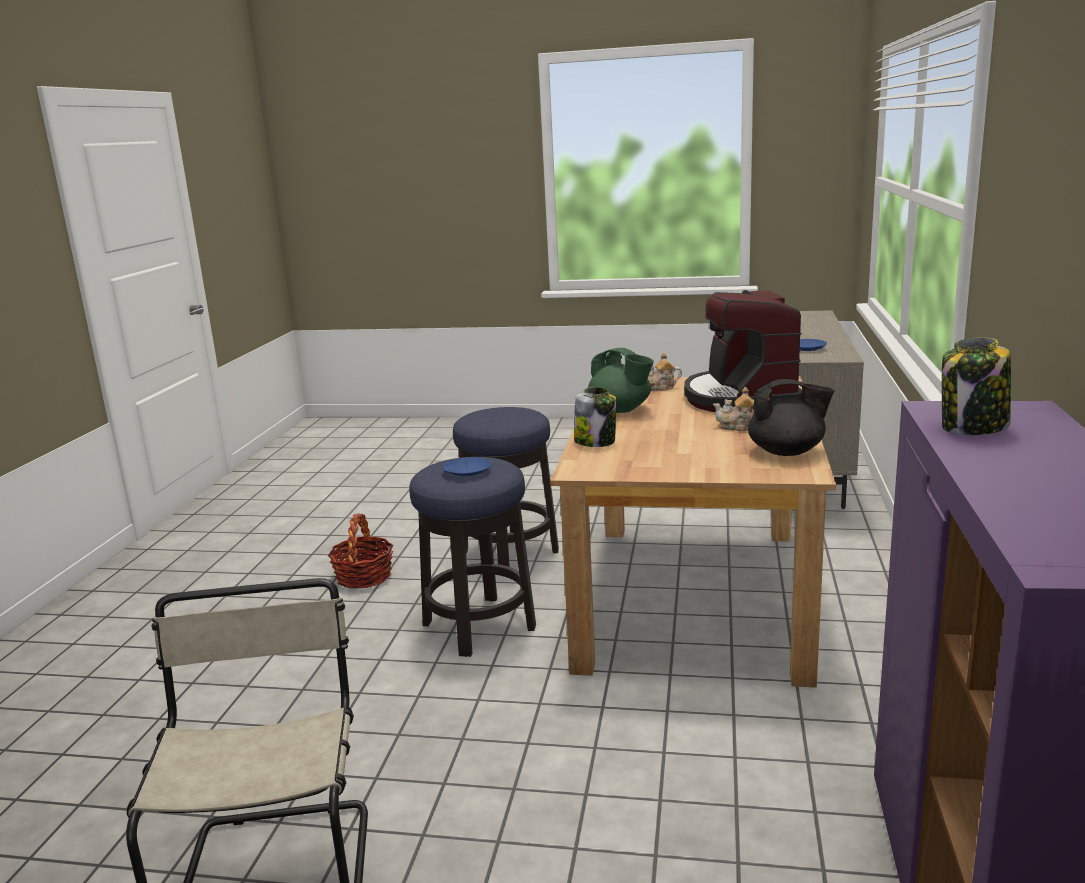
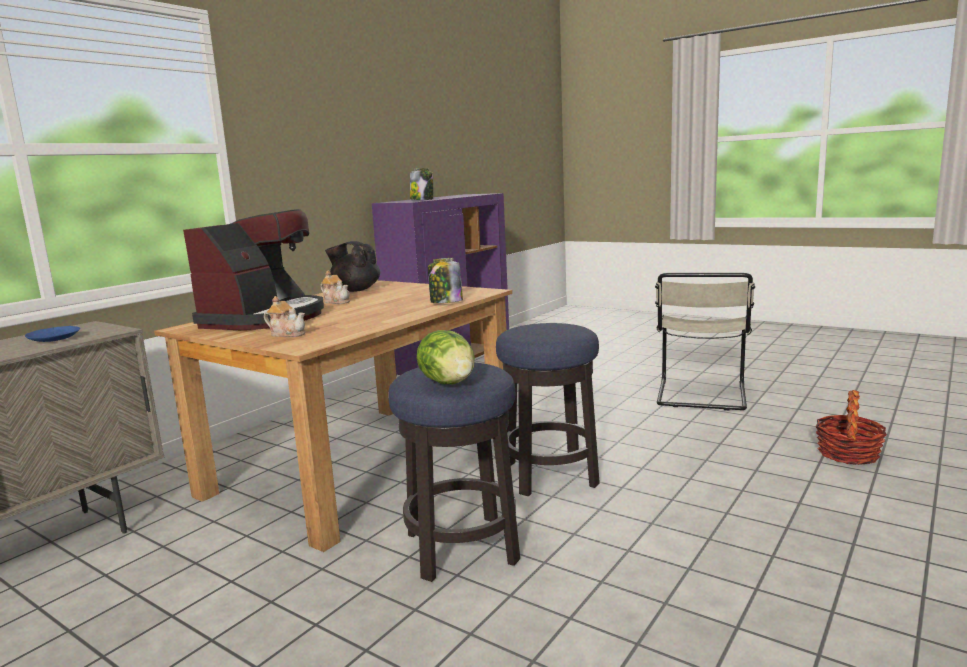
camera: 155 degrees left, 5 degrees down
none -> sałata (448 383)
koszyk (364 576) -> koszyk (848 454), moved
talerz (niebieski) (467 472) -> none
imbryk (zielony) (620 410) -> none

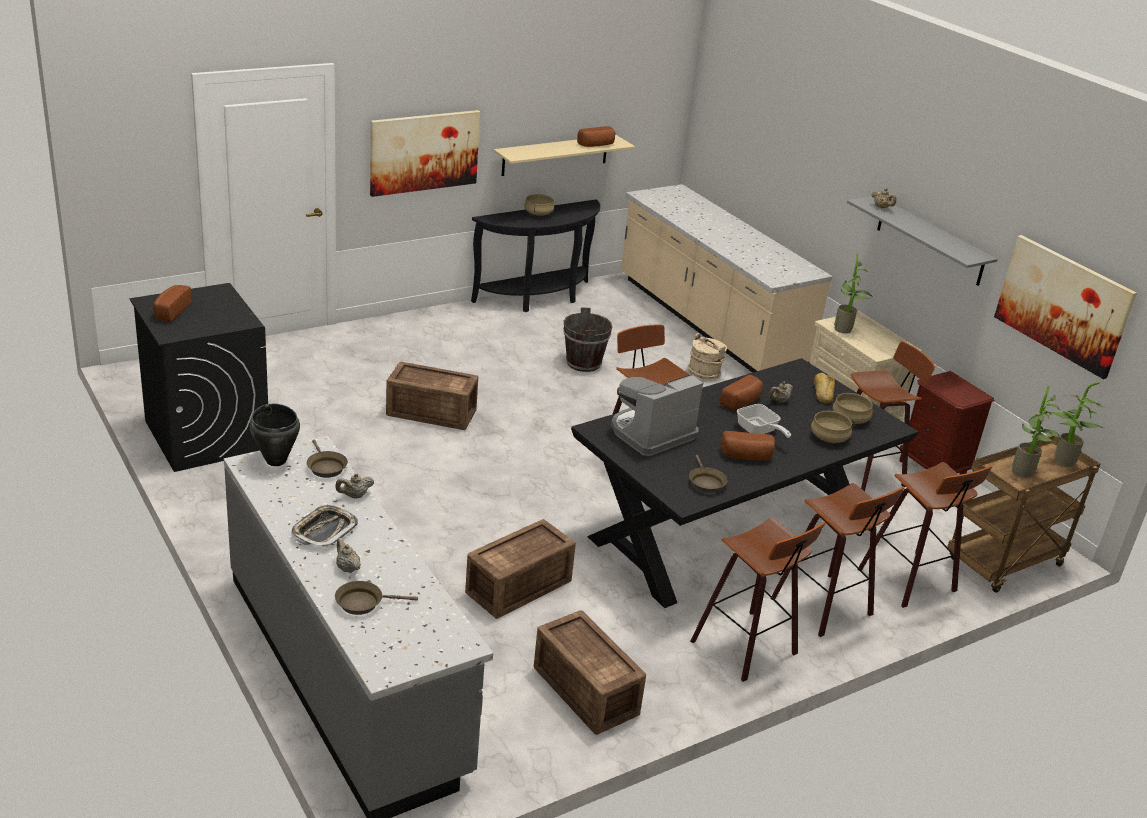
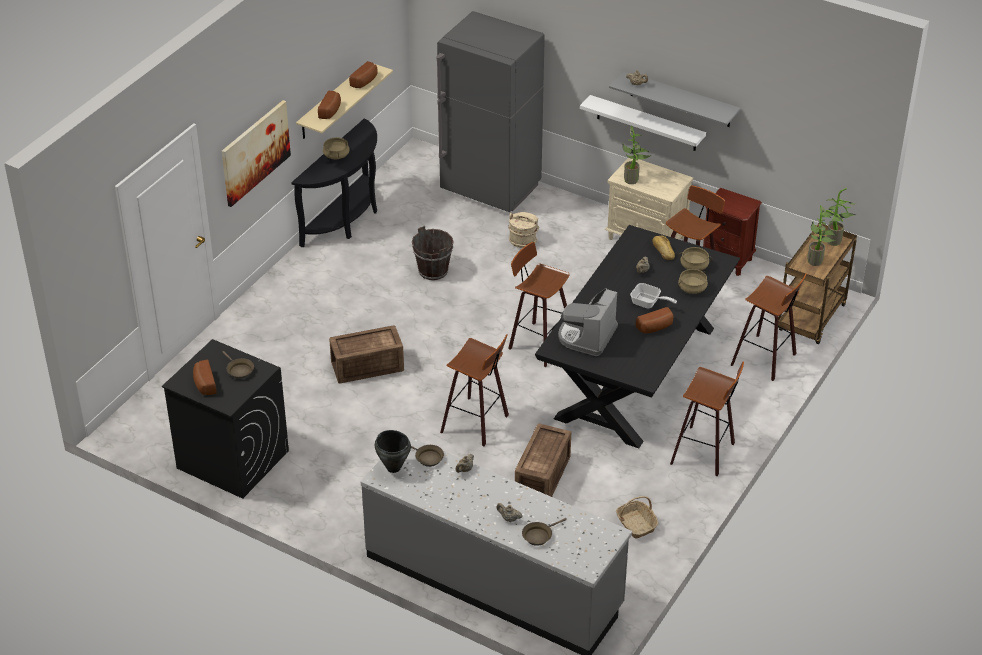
camera: 25 degrees left, 10 degrees up
patelnia (brązowy) (705 482) -> patelnia (brązowy) (239 370), moved
chleb (742 402) -> chleb (331 111), moved
zabudowa kuchenna (beżowy) (708 324) -> lodówka (szary) (490 190)
stołek (826 607) -> stołek (477 423), moved
none -> półka (biały) (646 123)
skrzynka (586 689) -> koszyk (636 524)
taca (324 530) -> none
obraz (1063 305) -> none

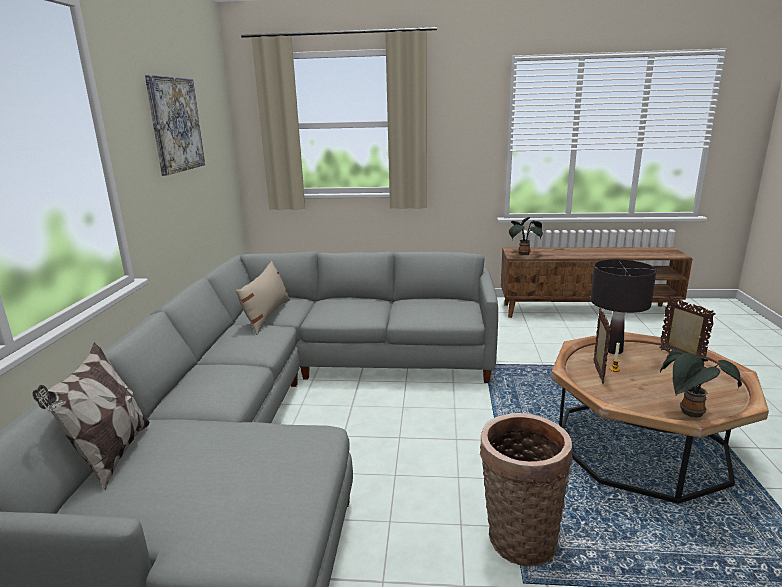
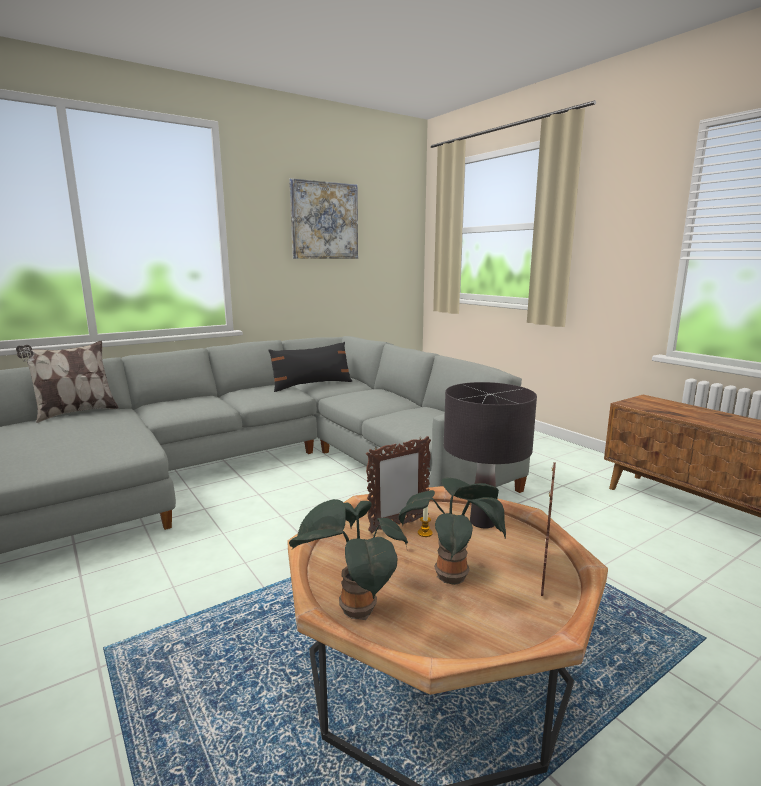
camera: 50 degrees right, 5 degrees down
poduszka (beżowy) (267 316) -> poduszka (czarny) (311 385)
roślina doniczkowa (523 253) -> roślina doniczkowa (453 575), moved
koszyk (518 537) -> none

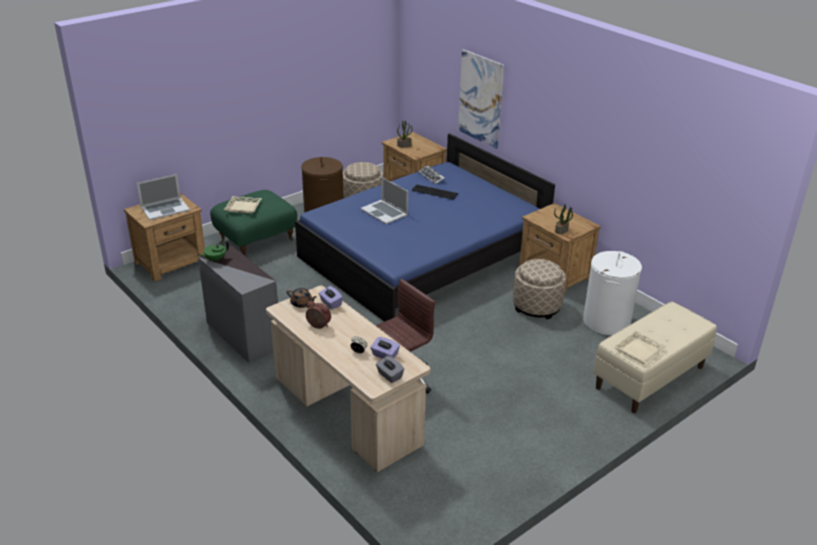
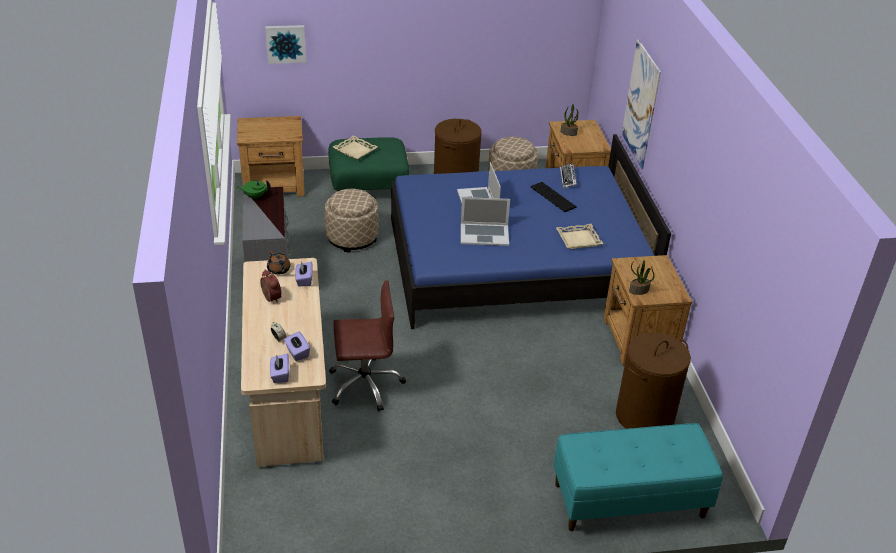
camera: 30 degrees right, 5 degrees up
none -> obraz (285 43)
pudełko chusteczek (szary) (389 375) -> pudełko chusteczek (fioletowy) (280 375)
pufa (beżowy) (537 306) -> pufa (beżowy) (352 238), moved
laptop (165 209) -> laptop (484 234), moved
ławka (beżowy) (650 378) -> ławka (turkusowy) (628 501)
taca (beżowy) (639 350) -> taca (beżowy) (578 239), moved
kosz na pranie (biały) (606 322) -> kosz na pranie (brązowy) (644 416)

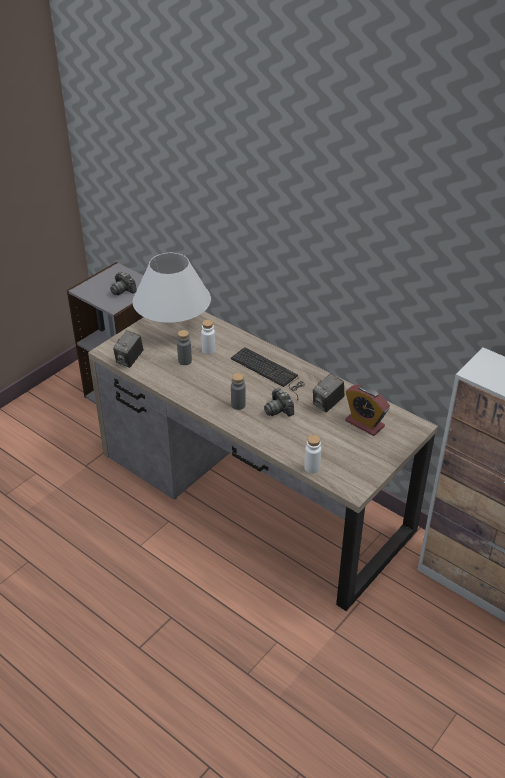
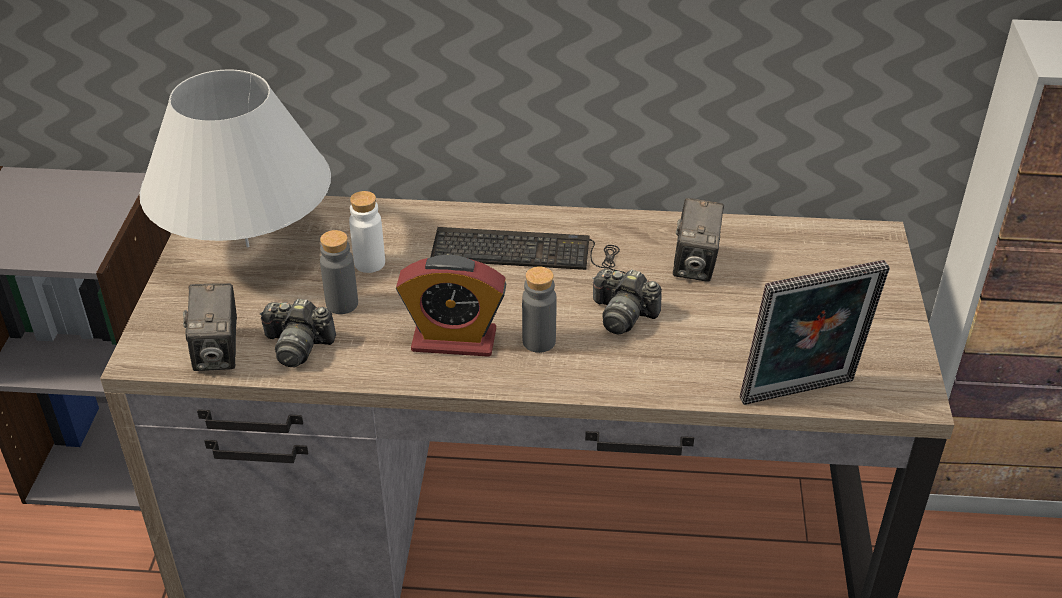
camera: 35 degrees left, 0 degrees up
aparat fotograficzny (123 290) -> aparat fotograficzny (298 346), moved
budzik (364 423) -> budzik (454 340), moved
butelka (biały) (312 468) -> ramka na zdjęcie (800 394)

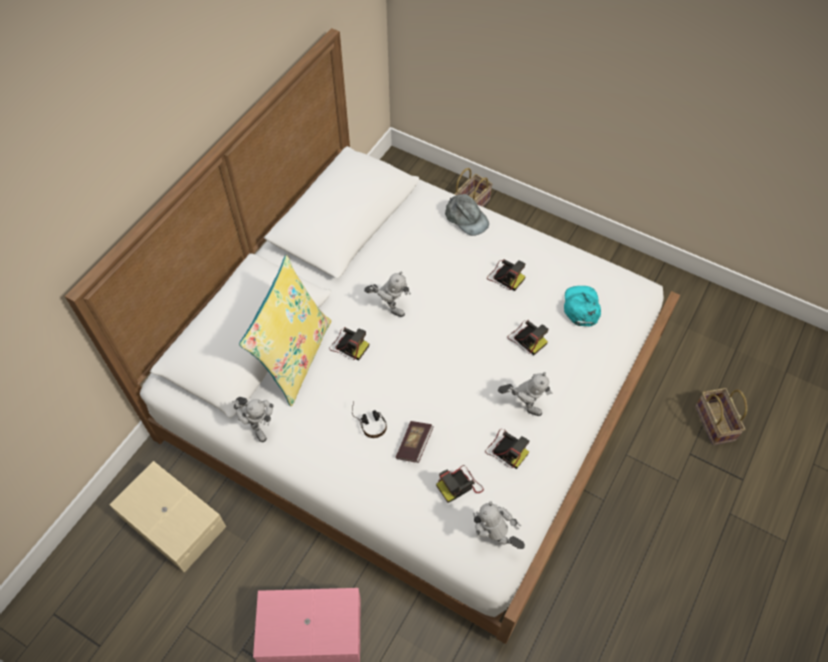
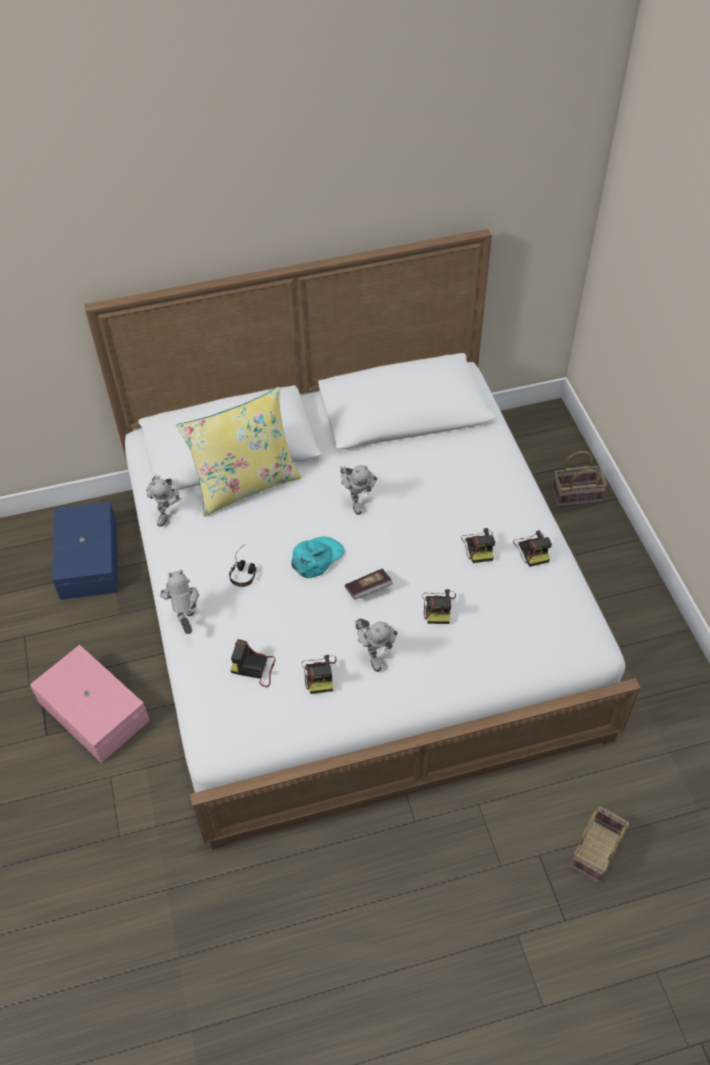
camera: 45 degrees right, 5 degrees down
pojemnik do przechowywania (beżowy) (173 520) -> pojemnik do przechowywania (niebieski) (90 559)
robot zabawkowy (494 538) -> robot zabawkowy (186 620), moved
czapka z daszkiem (turkusowy) (581 307) -> czapka z daszkiem (turkusowy) (317 558), moved
książka (414 445) -> książka (368 589), moved
aparat fotograficzny (349 345) -> aparat fotograficzny (532 549), moved
czapka z daszkiem (szary) (466 218) -> none

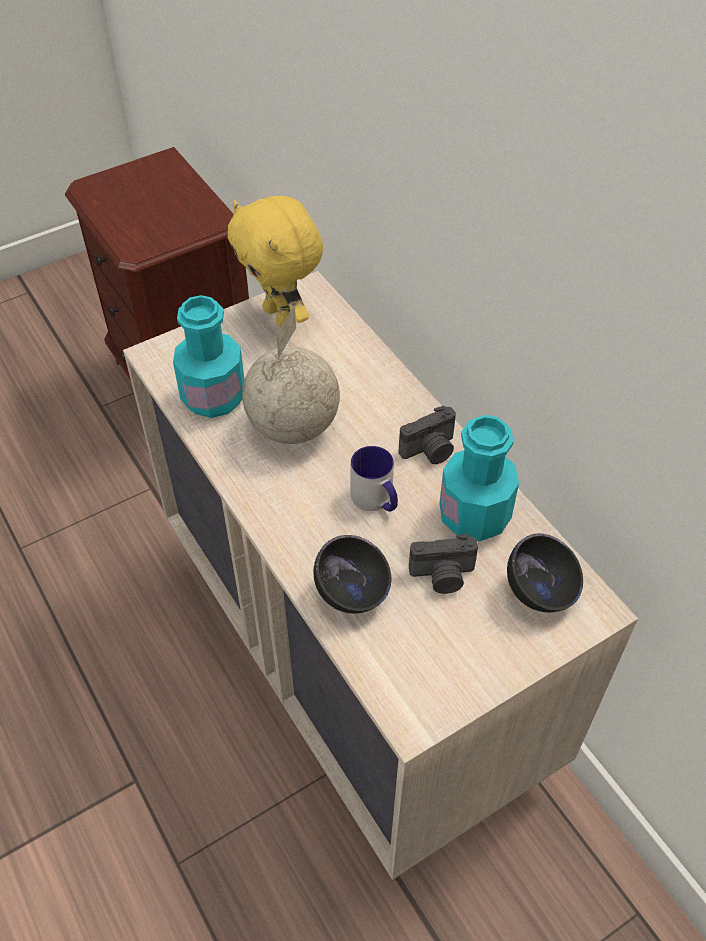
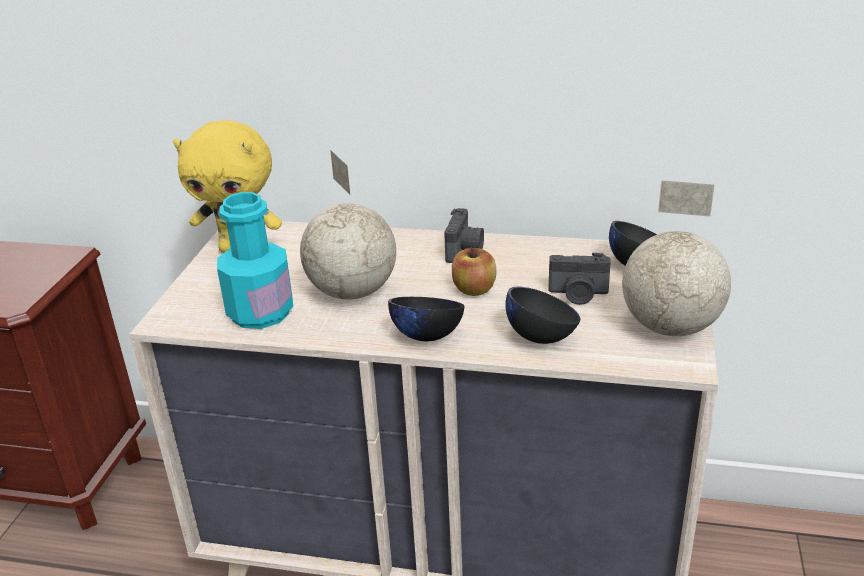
camera: 45 degrees left, 20 degrees down
none -> miska (czarny) (427 335)
kubek (376 500) -> jabłko (474 289)
aparat fotograficzny (443 576) -> aparat fotograficzny (578 294), 60 degrees clockwise
none -> globus (671 328)
butelka (turkusowy) (474 516) -> none

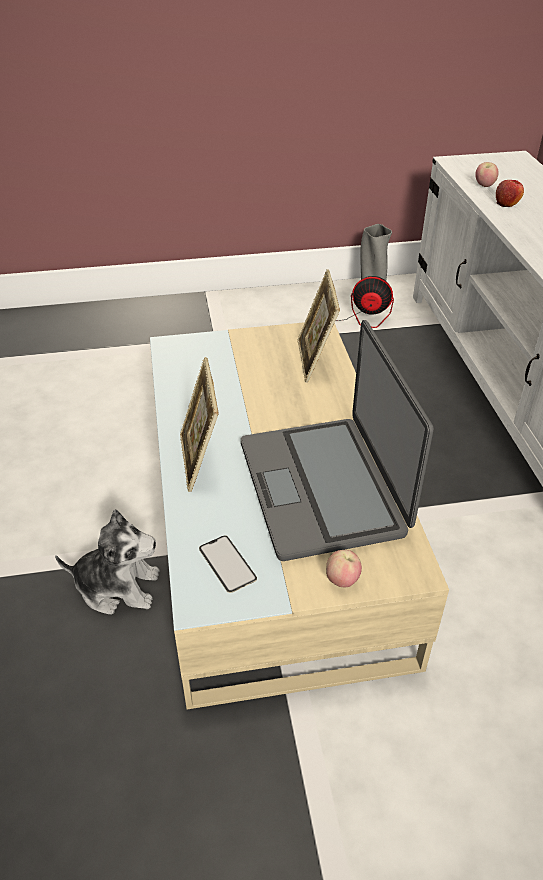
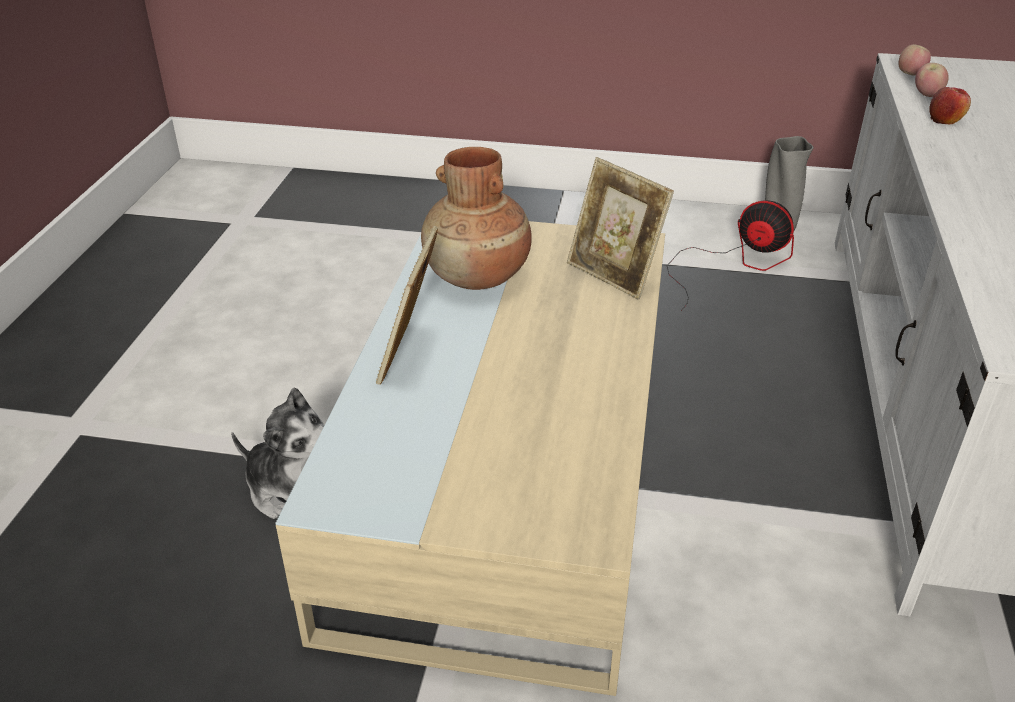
camera: 20 degrees right, 5 degrees down
none -> wazon (brązowy) (477 277)
ramka na zdjęcie (315 360) -> ramka na zdjęcie (614 274), 60 degrees counterclockwise
jabłko (342 580) -> jabłko (910 75), moved
telefon (227 564) -> none
laptop (323 487) -> none

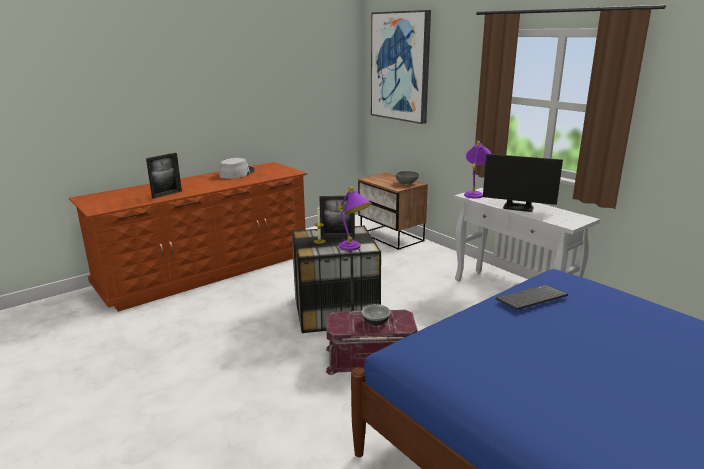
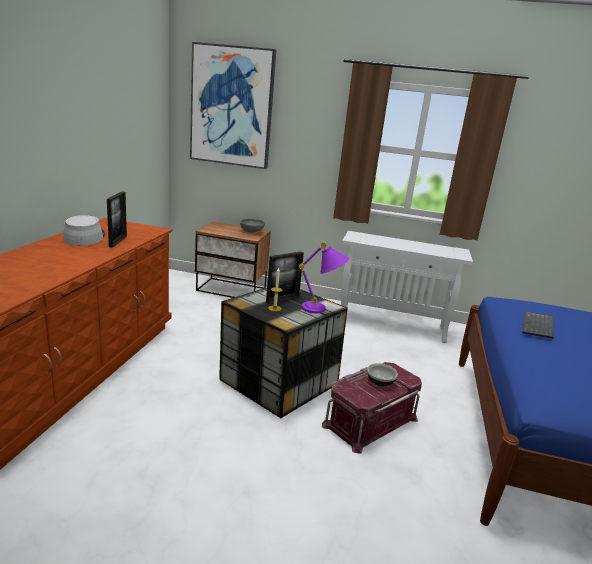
camera: 40 degrees left, 0 degrees up
ramka na zdjęcie (167 194) -> ramka na zdjęcie (118 241), moved
lampa stołowa (fioletowy) (475 193) -> none
monitor (518 207) -> none

